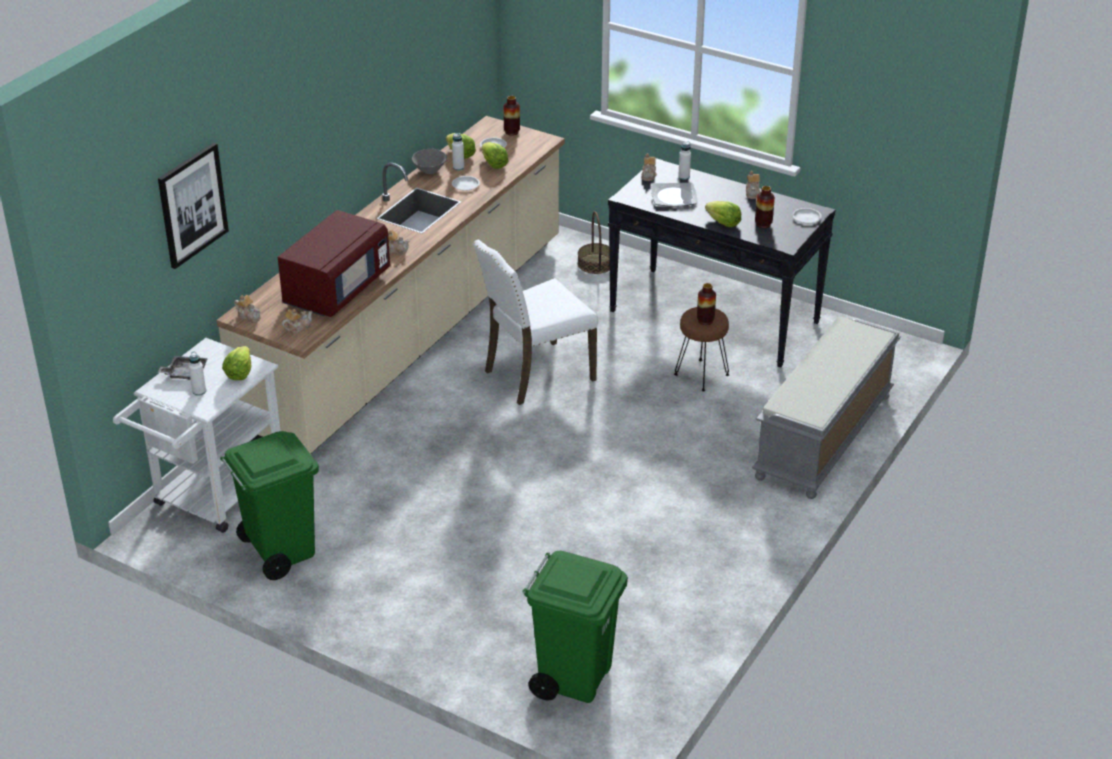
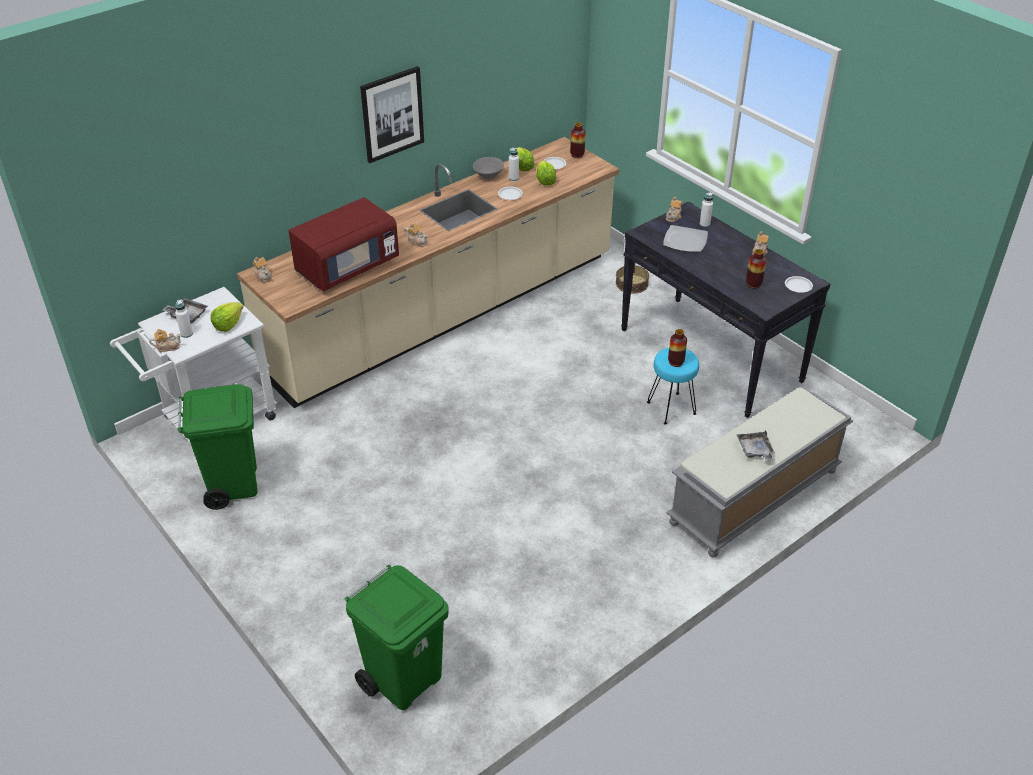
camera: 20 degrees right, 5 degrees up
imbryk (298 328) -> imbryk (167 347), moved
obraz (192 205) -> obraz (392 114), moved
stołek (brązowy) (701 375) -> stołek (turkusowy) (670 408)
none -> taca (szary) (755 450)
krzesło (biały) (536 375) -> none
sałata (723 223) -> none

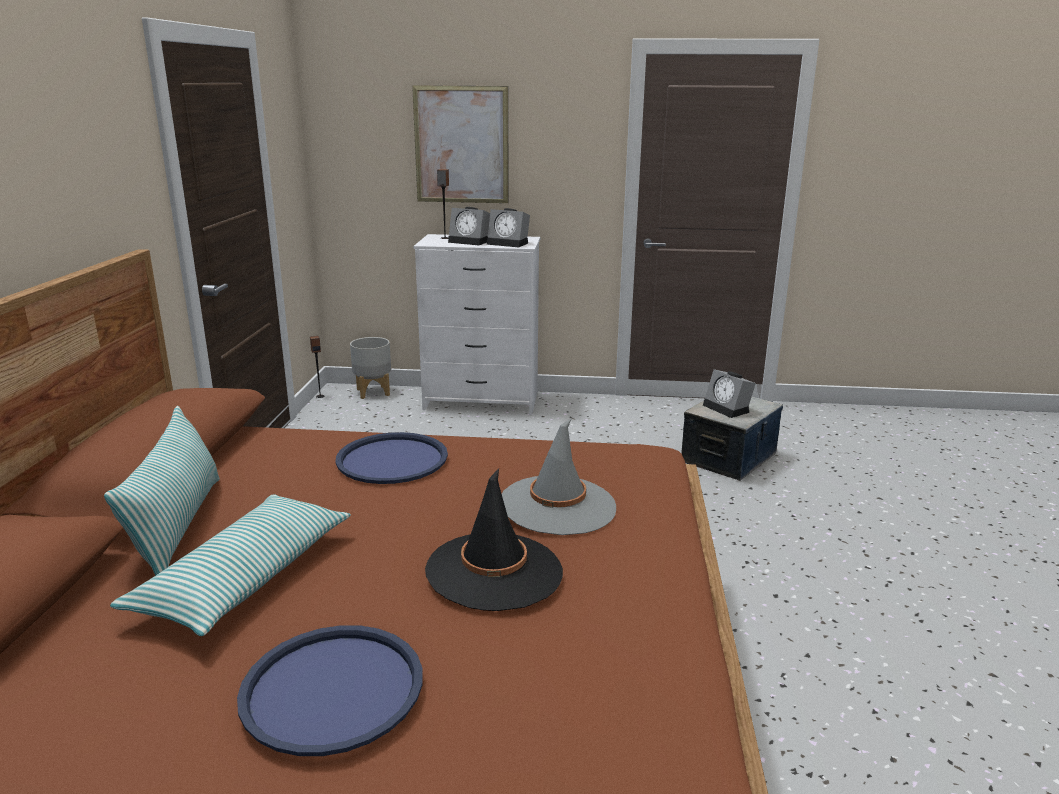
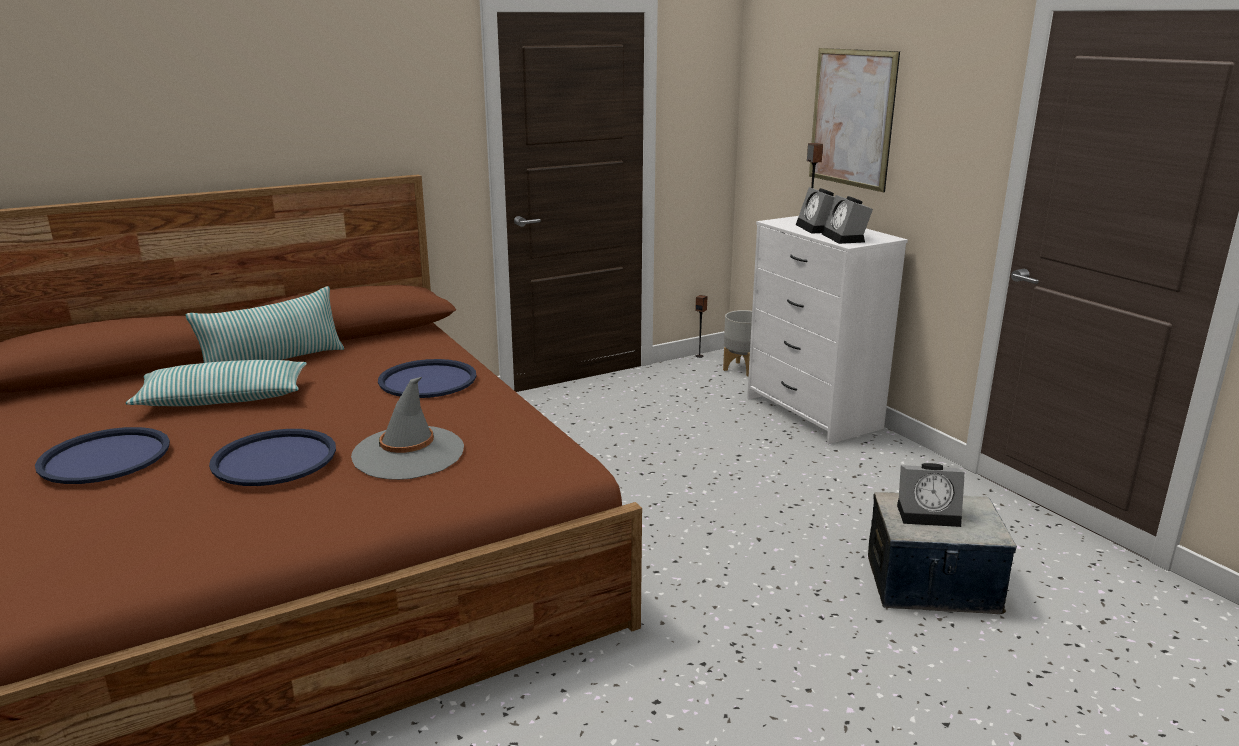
camera: 55 degrees right, 0 degrees up
kapelusz (czarny) (494 571) -> taca (niebieski) (274 459)
budzik (728 408) -> budzik (929 514), 105 degrees counterclockwise

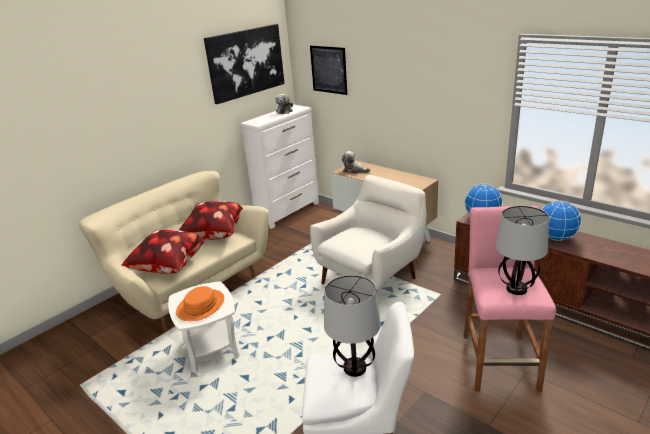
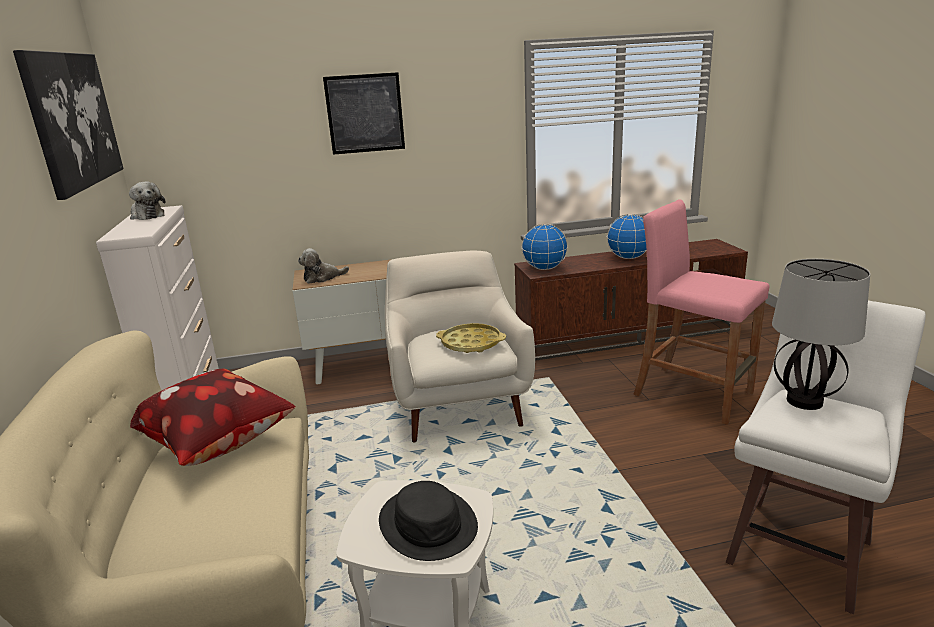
camera: 55 degrees left, 5 degrees down
obraz (328 69) -> obraz (365 113), moved
kapelusz (pomarańczowy) (201 306) -> kapelusz (czarny) (428 524)
none -> taca (żółty) (471 343)
poduszka (169 268) -> none
lampa stołowa (516 289) -> none

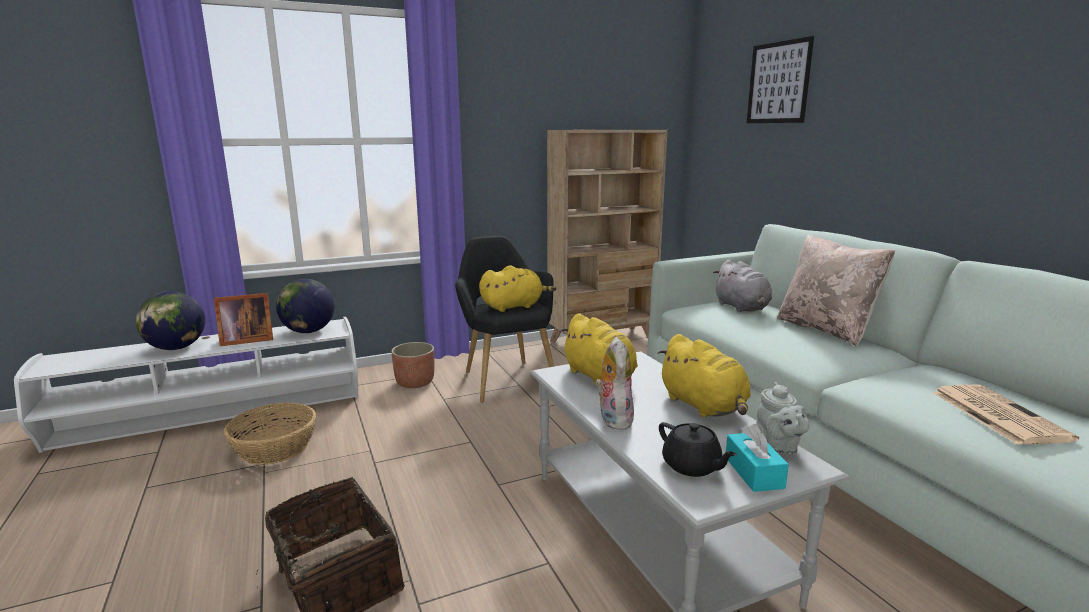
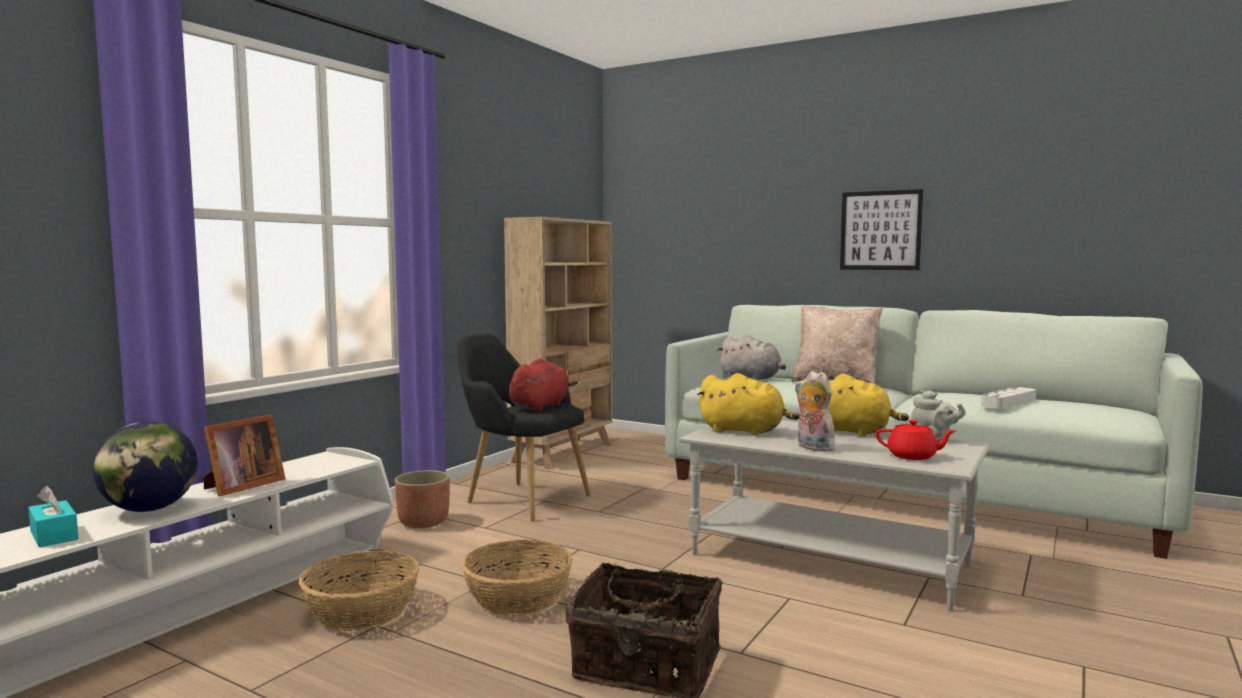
camera: 35 degrees left, 10 degrees down
pudełko chusteczek (turkusowy) (753 472) -> pudełko chusteczek (turkusowy) (54 535), moved
none -> koszyk (518 597)
pluszak (żółty) (514 306) -> pluszak (czerwony) (540 406)
obraz (778 83) -> obraz (880 230), moved
imbryk (czarny) (692 466) -> imbryk (czerwony) (913 456)
gazeta (996 414) -> taca (szary) (1008 402)
globus (309 331) -> none

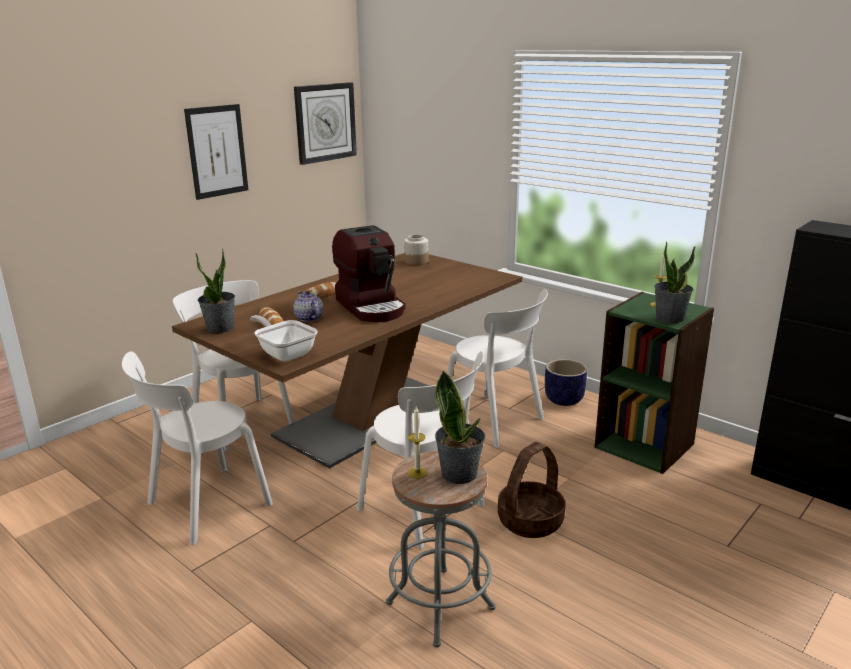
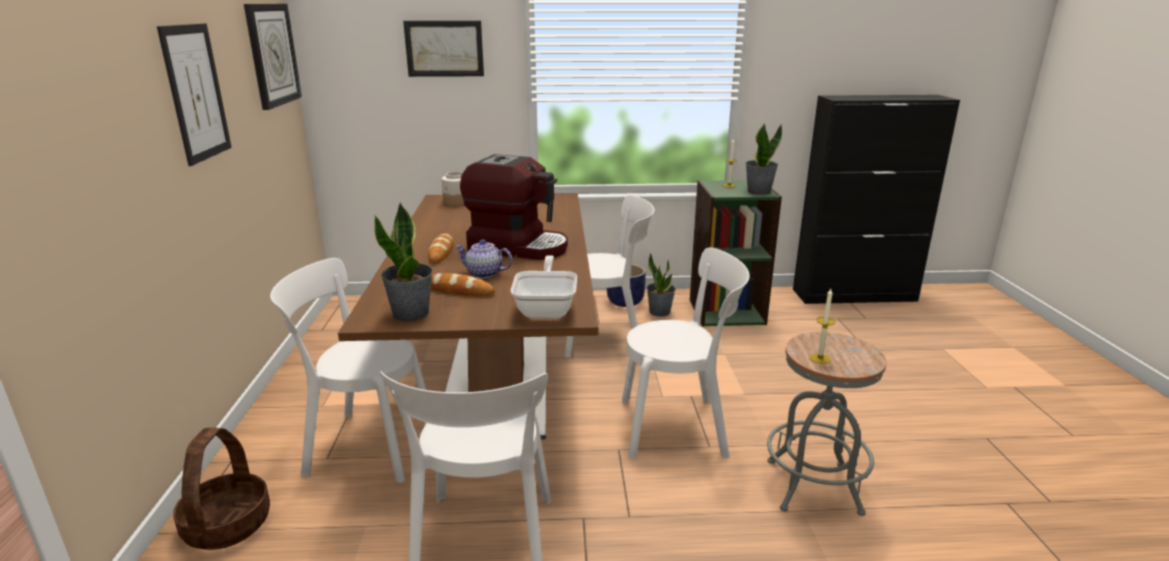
camera: 45 degrees left, 0 degrees up
koszyk (530 520) -> koszyk (227 524), moved
none -> obraz (444 48)
patelnia (284 353) -> patelnia (546 308), 90 degrees clockwise
roślina doniczkowa (459 473) -> roślina doniczkowa (659 312), moved

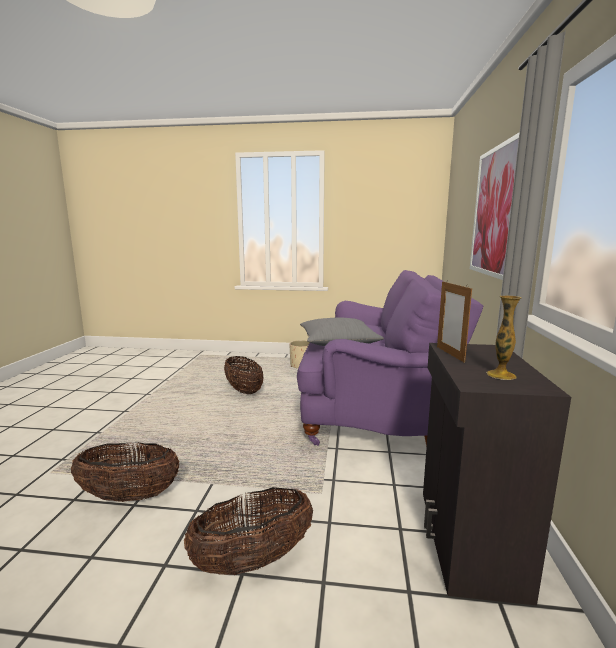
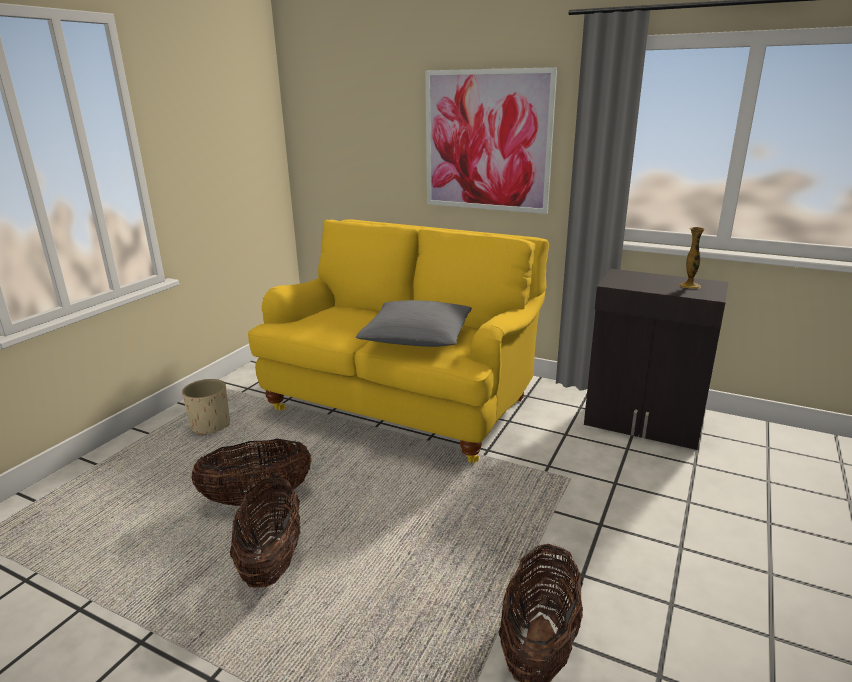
camera: 70 degrees left, 10 degrees up
koszyk (253 560) -> koszyk (271 560), moved
kanapa (fioletowy) (375 406) -> kanapa (żółty) (404 402)
ramka na zdjęcie (450 354) -> none

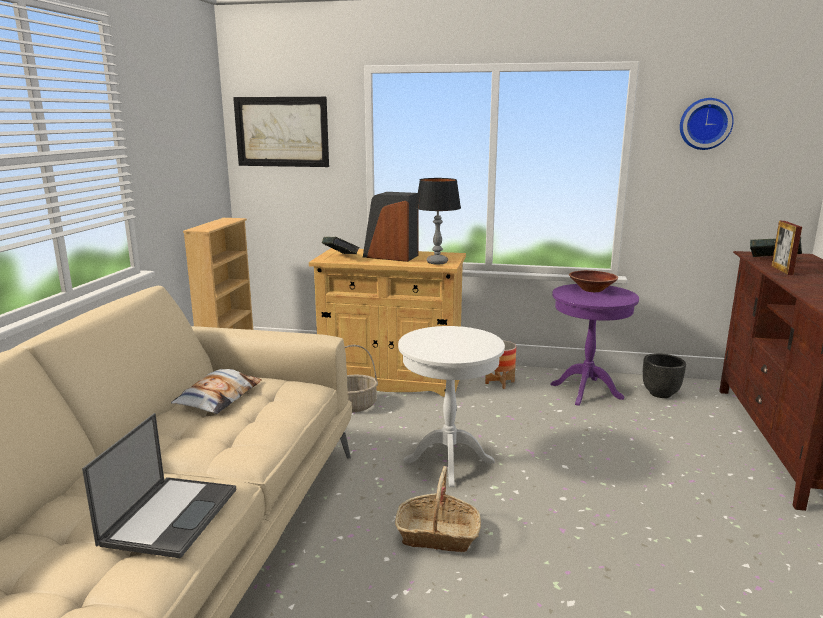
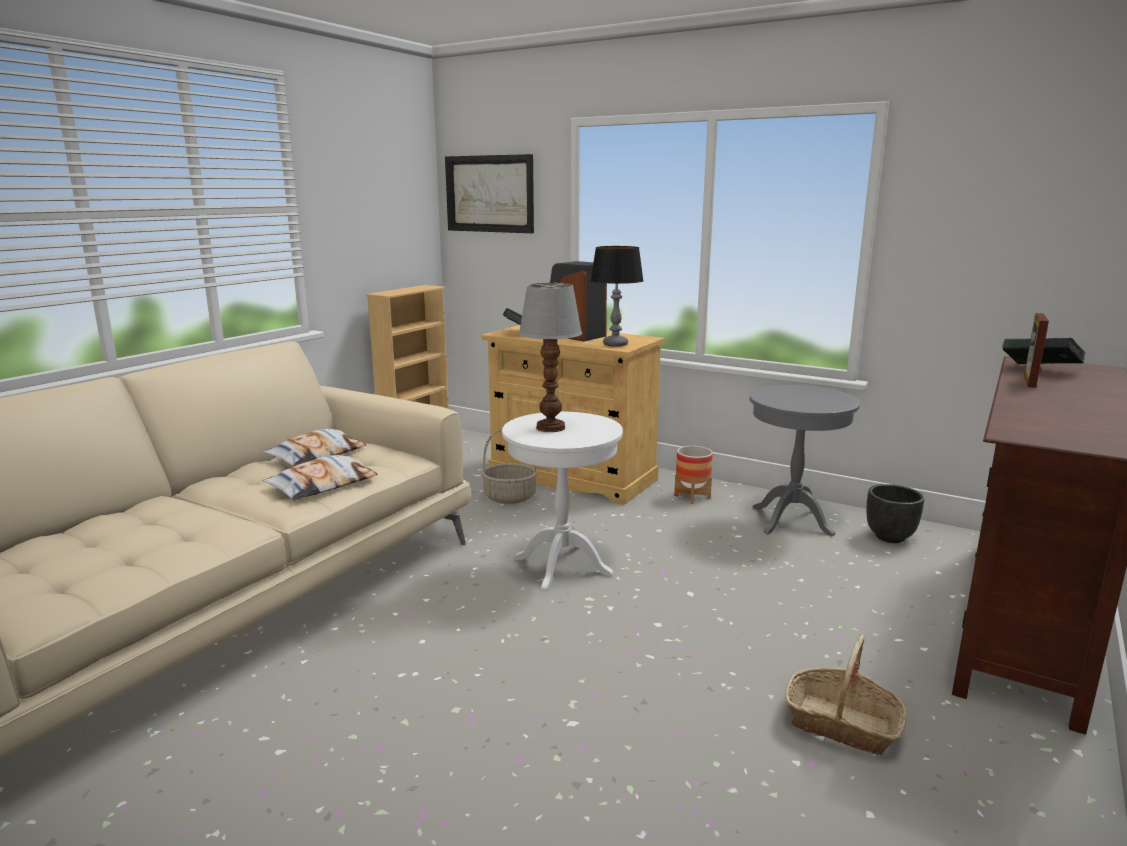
camera: 20 degrees right, 0 degrees up
none -> poduszka (322 485)
none -> lampa stołowa (550 427)
stolik (fioletowy) (586 391) -> stolik (szary) (792 520)
koszyk (438 535) -> koszyk (842 724), moved
laptop (170 515) -> none
miska (brązowy) (592 290) -> none
zegar ścienny (705 124) -> none

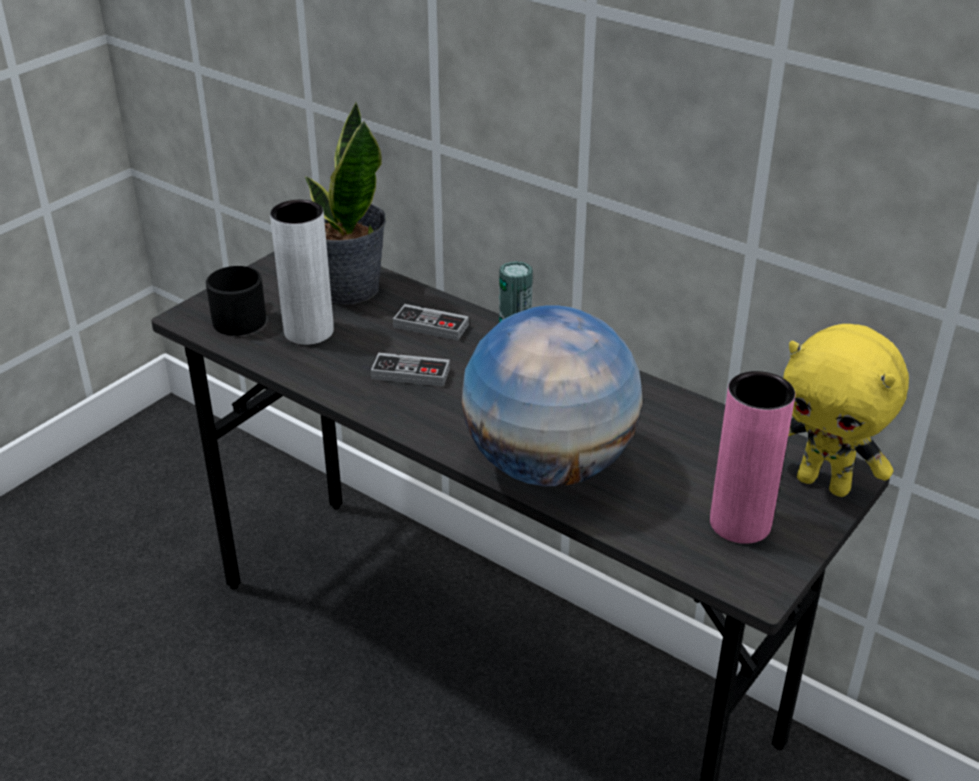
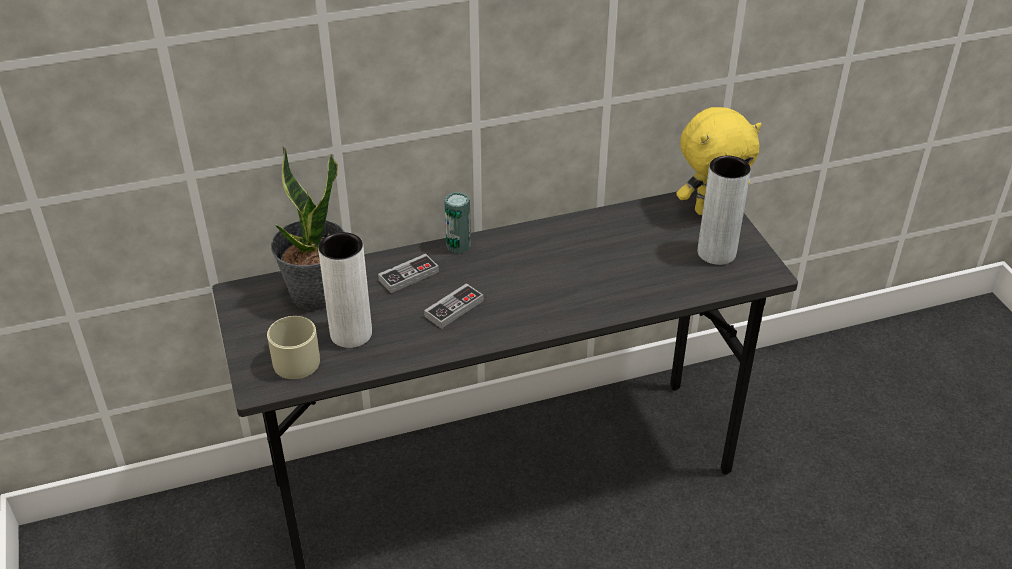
camera: 55 degrees left, 5 degrees up
kubek (czarny) (243 317) -> kubek (beżowy) (293 359)
wazon (różowy) (740 523) -> wazon (szary) (716 253)
globus (549 465) -> none

